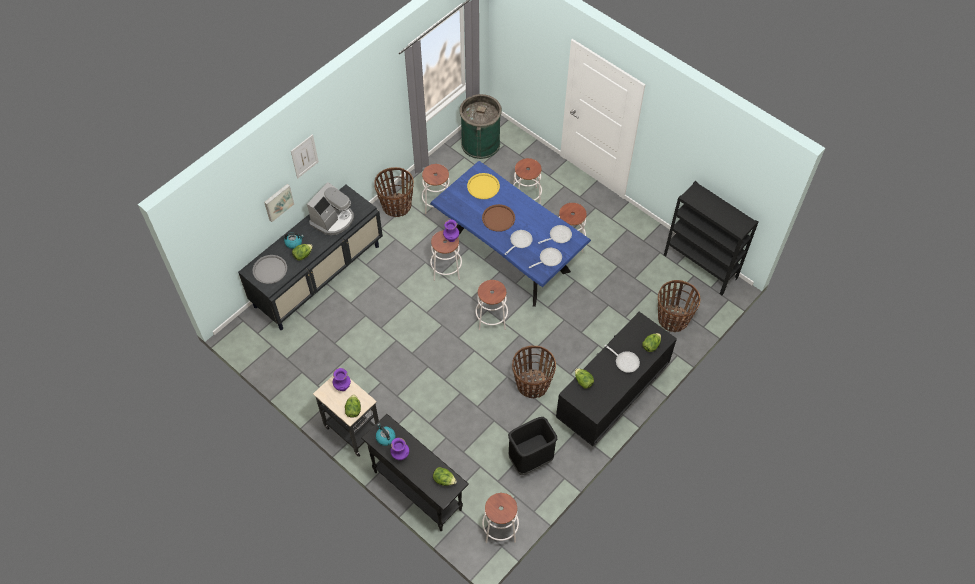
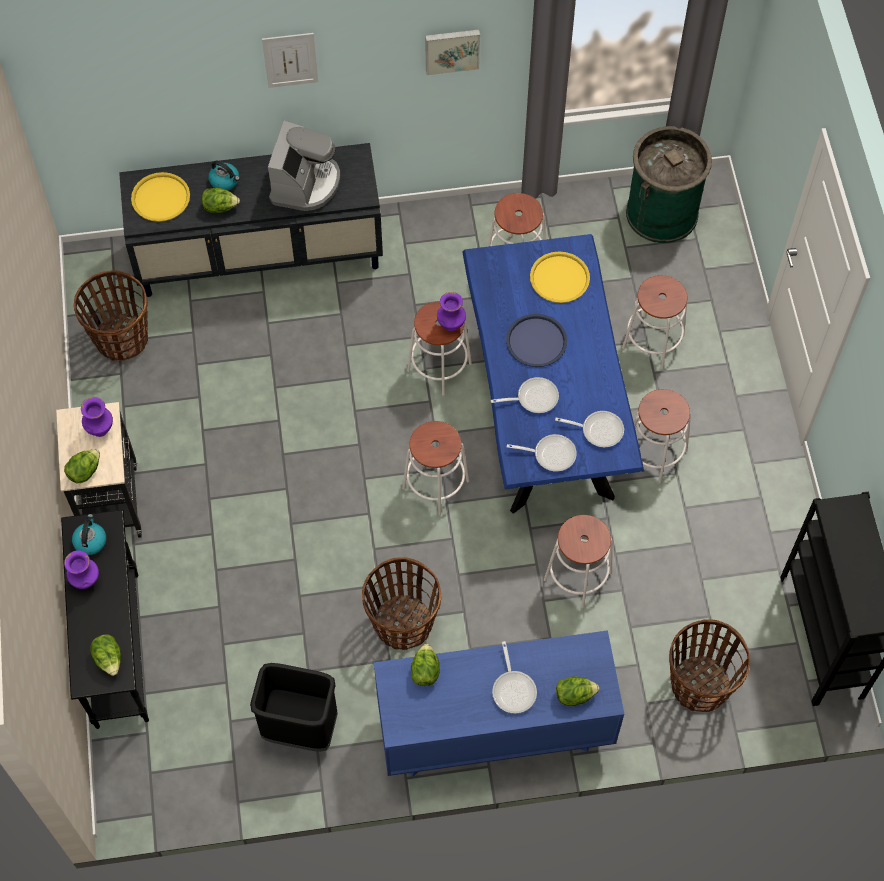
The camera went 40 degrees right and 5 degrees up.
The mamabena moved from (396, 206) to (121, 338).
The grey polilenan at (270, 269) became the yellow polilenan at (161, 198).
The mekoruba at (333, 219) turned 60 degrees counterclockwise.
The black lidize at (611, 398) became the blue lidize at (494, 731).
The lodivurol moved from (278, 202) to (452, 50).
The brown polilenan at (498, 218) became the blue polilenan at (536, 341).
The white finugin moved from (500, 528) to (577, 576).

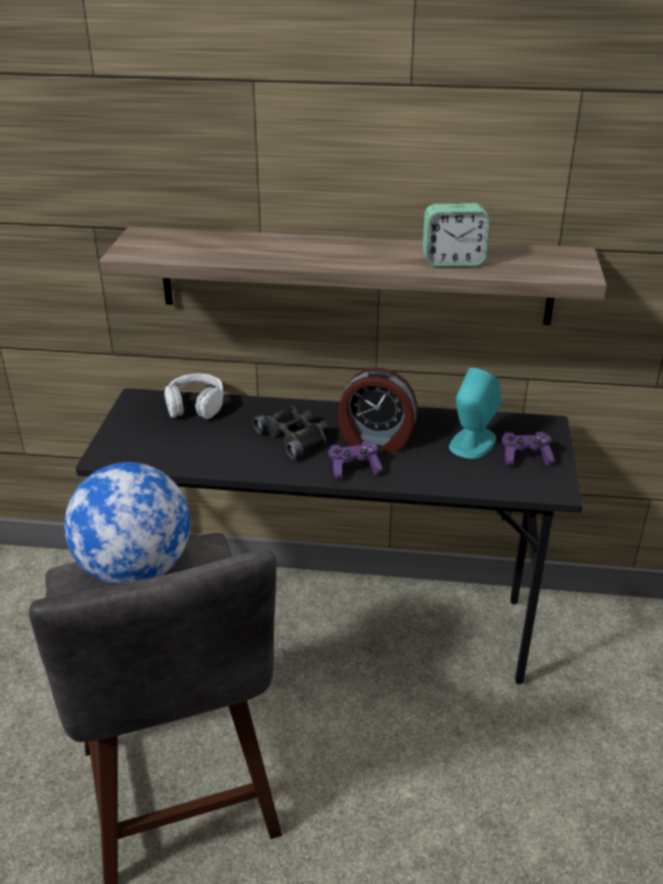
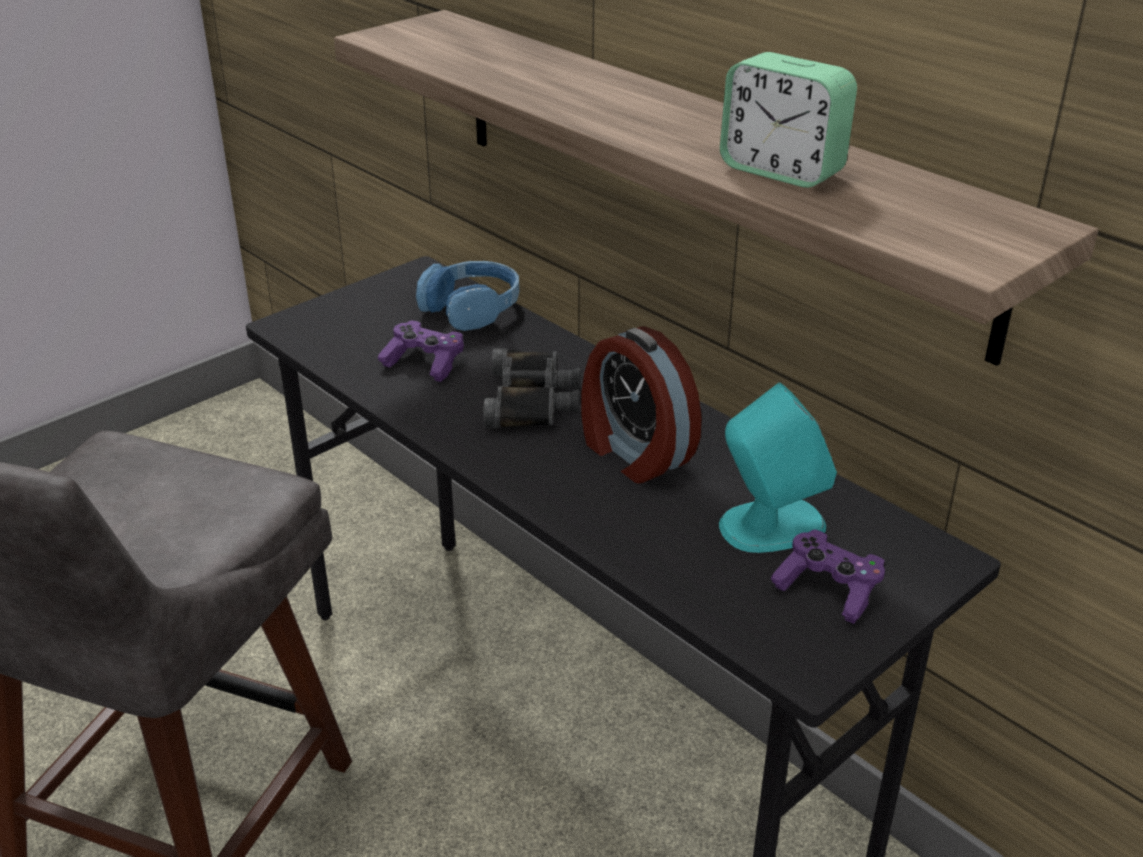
The camera went 40 degrees right and 0 degrees up.
The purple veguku moved from (354, 468) to (424, 363).
The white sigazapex at (195, 405) became the blue sigazapex at (472, 308).
The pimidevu at (135, 570) disappeared.

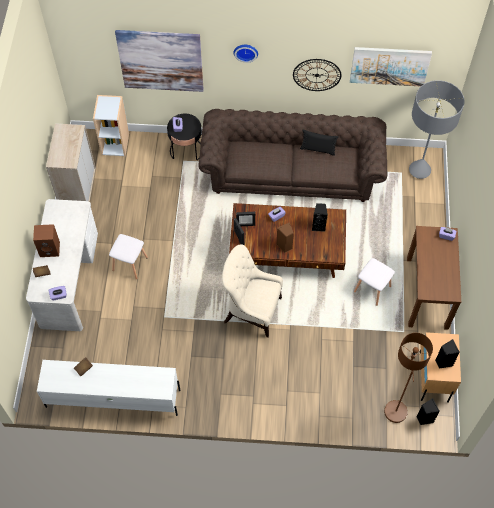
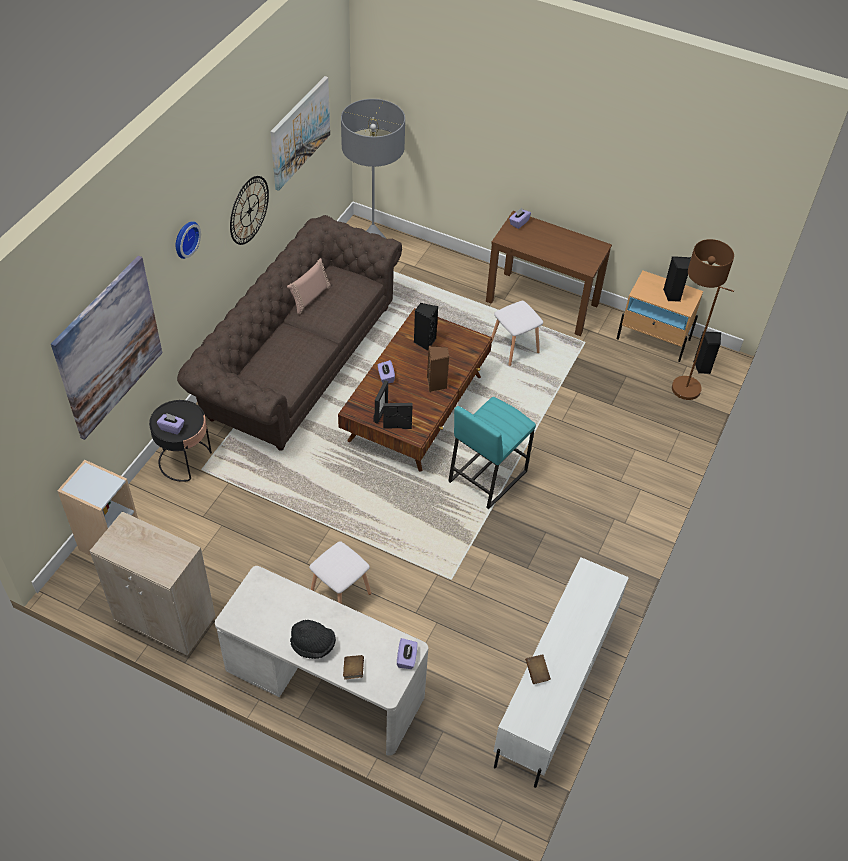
The camera went 70 degrees left and 10 degrees down.
The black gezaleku at (318, 149) became the beige gezaleku at (310, 297).
The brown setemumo at (50, 249) was replaced by the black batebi at (313, 645).
The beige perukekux at (251, 310) was replaced by the turquoise finugin at (487, 476).

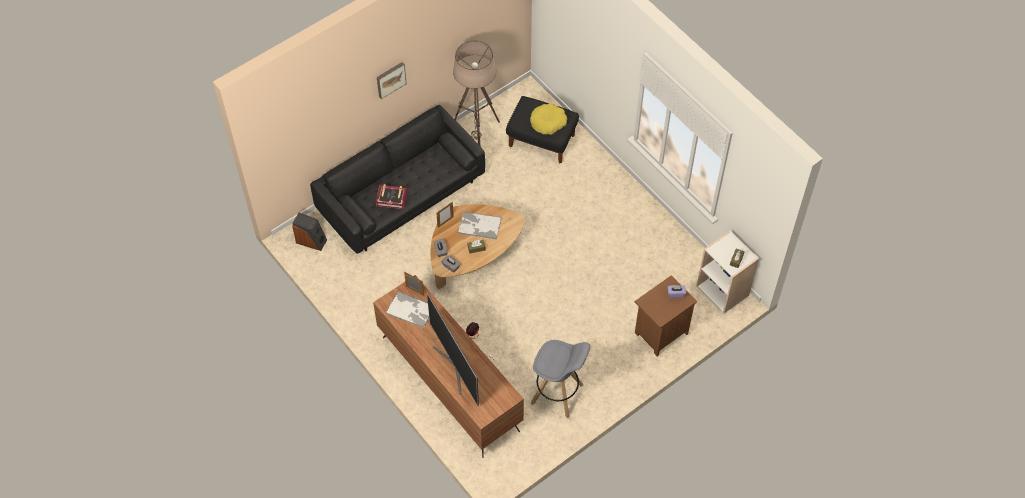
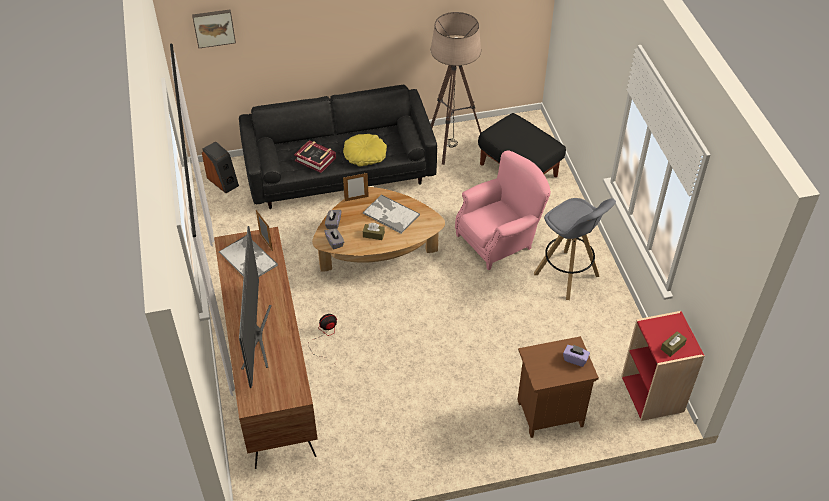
The camera went 25 degrees right and 10 degrees down.
The lodivurol moved from (390, 79) to (214, 27).
The yellow gezaleku moved from (547, 122) to (365, 154).
The pink perukekux at (499, 239) appeared.
The grey finugin moved from (558, 395) to (567, 276).
The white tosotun at (723, 290) became the red tosotun at (653, 394).

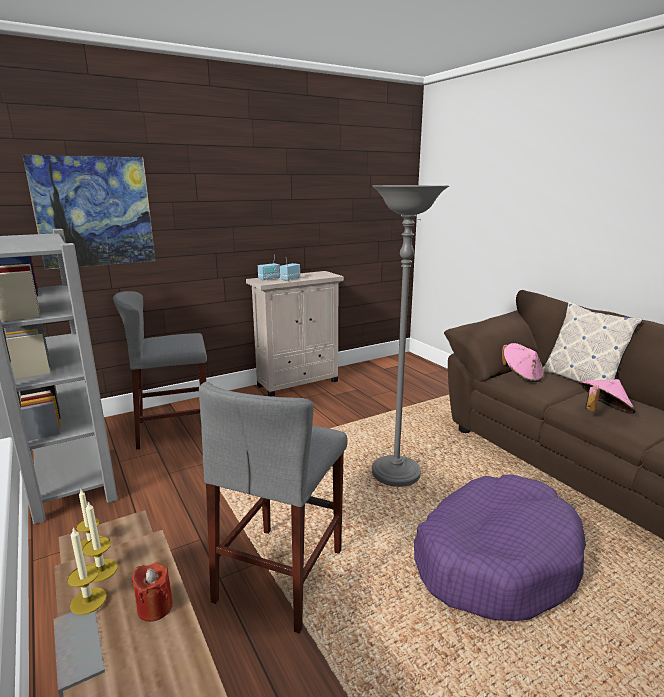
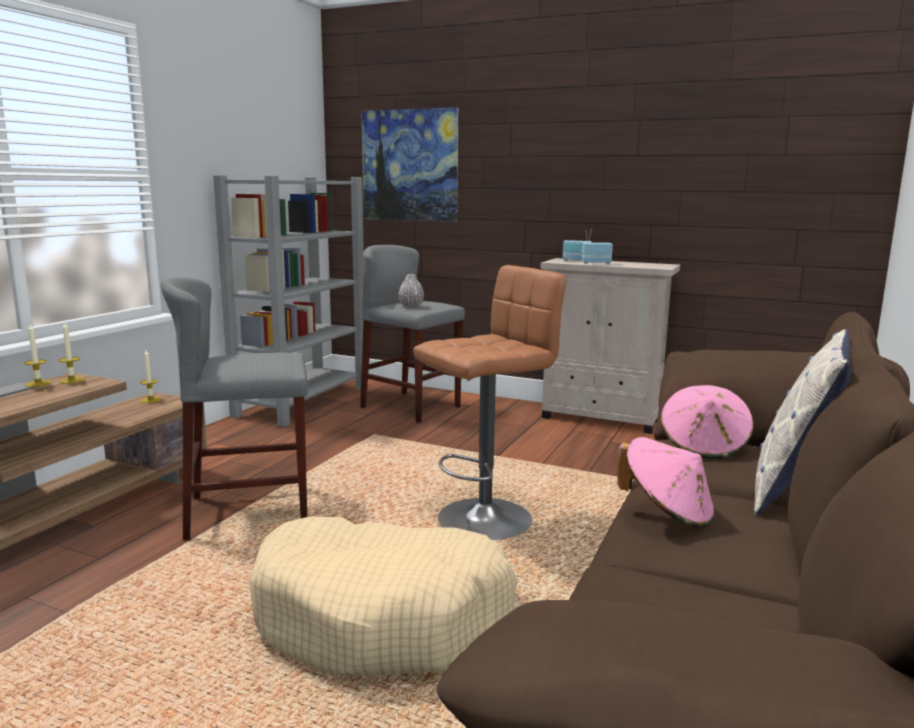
The camera went 55 degrees right and 5 degrees down.
The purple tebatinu at (495, 559) became the beige tebatinu at (383, 617).
The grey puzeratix at (411, 306) appeared.
The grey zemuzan at (396, 473) was replaced by the brown finugin at (486, 519).
The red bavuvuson at (155, 607) disappeared.

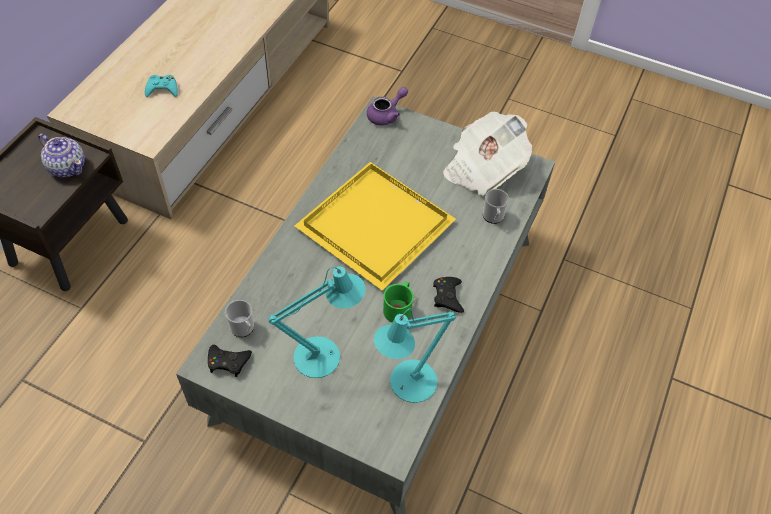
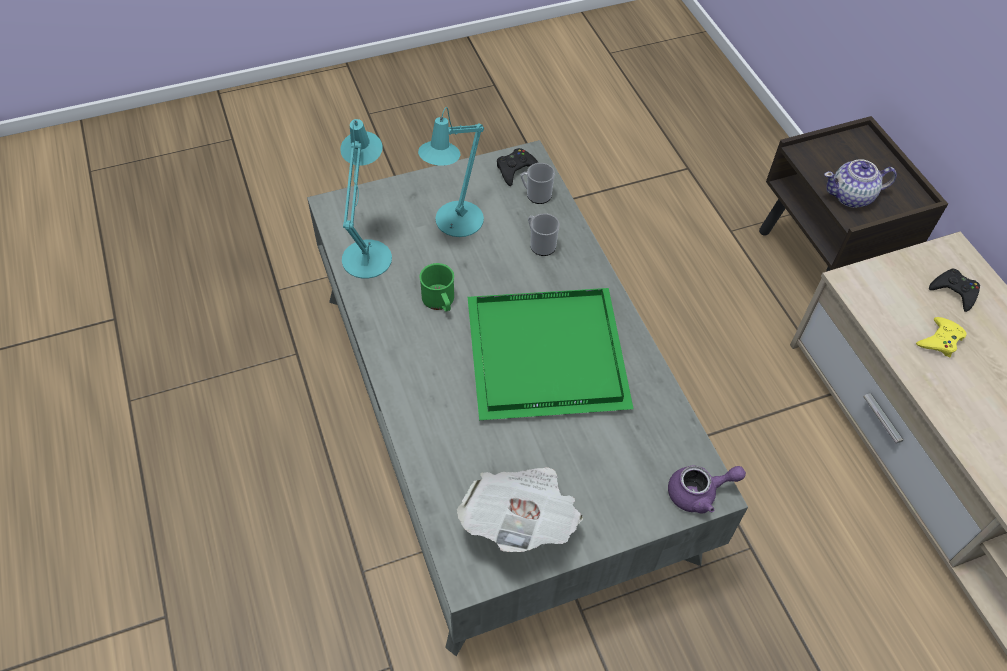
The camera went 135 degrees right and 0 degrees up.
The yellow polilenan at (378, 225) became the green polilenan at (544, 357).
The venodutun moved from (493, 217) to (540, 244).
The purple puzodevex at (386, 115) turned 105 degrees counterclockwise.
The turquoise veguku at (162, 89) became the yellow veguku at (940, 340).
The black veguku moved from (447, 296) to (954, 292).

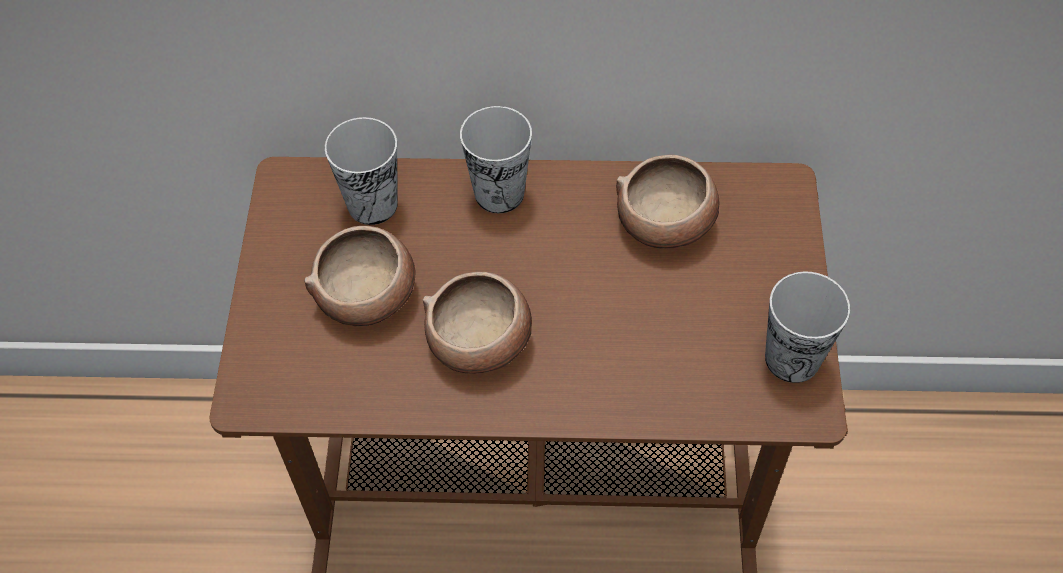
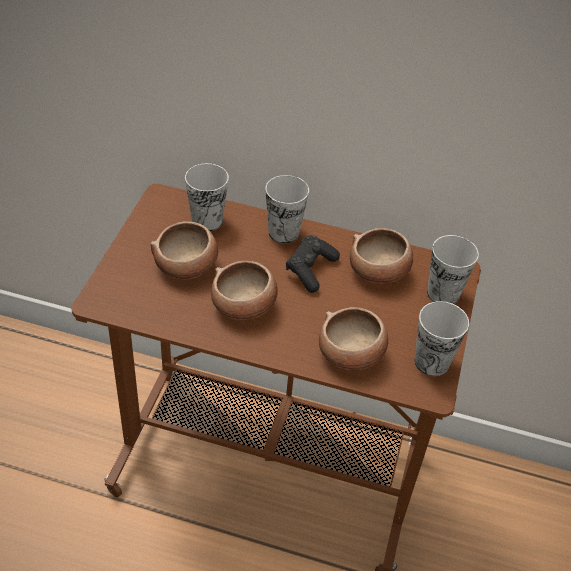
The camera went 10 degrees right and 10 degrees down.
The black veguku at (310, 270) appeared.
The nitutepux at (351, 354) appeared.
The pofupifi at (443, 294) appeared.

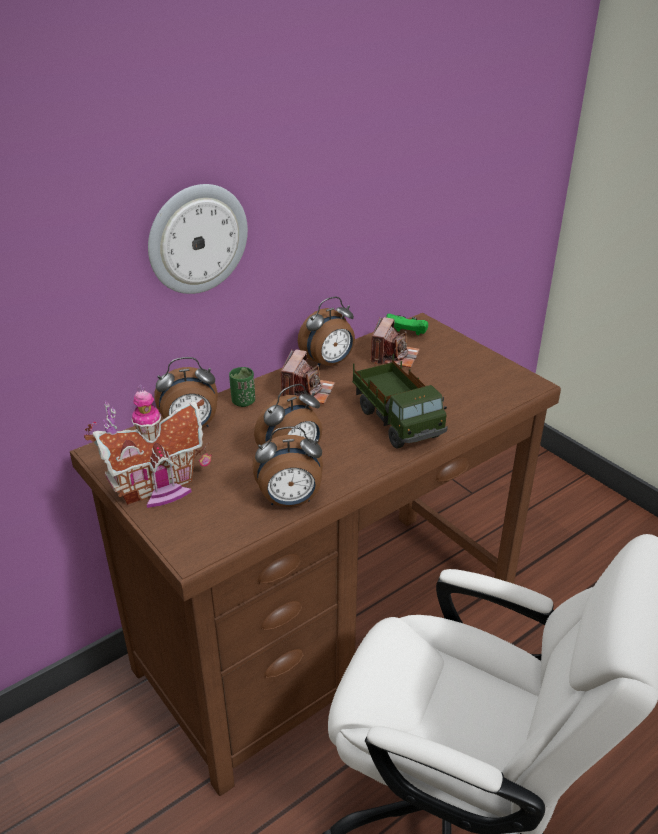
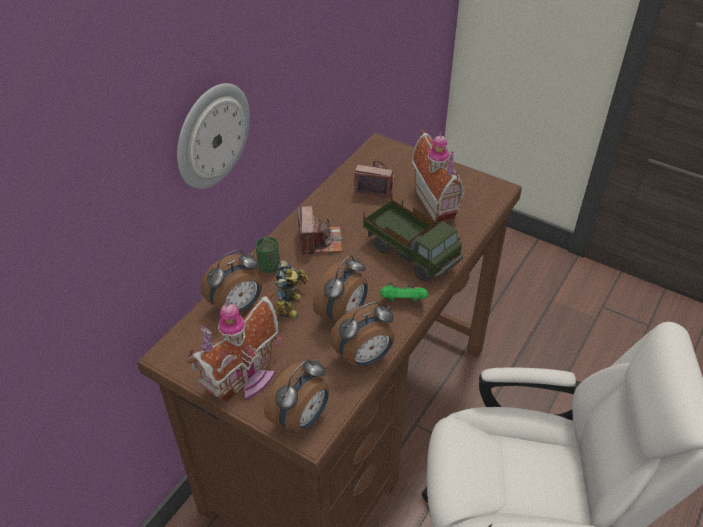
The camera went 20 degrees left and 10 degrees up.
The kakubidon moved from (328, 363) to (301, 418).
The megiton at (292, 305) appeared.
The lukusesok at (394, 356) turned 75 degrees counterclockwise.
The green veguku moved from (407, 334) to (403, 301).
The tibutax at (439, 203) appeared.

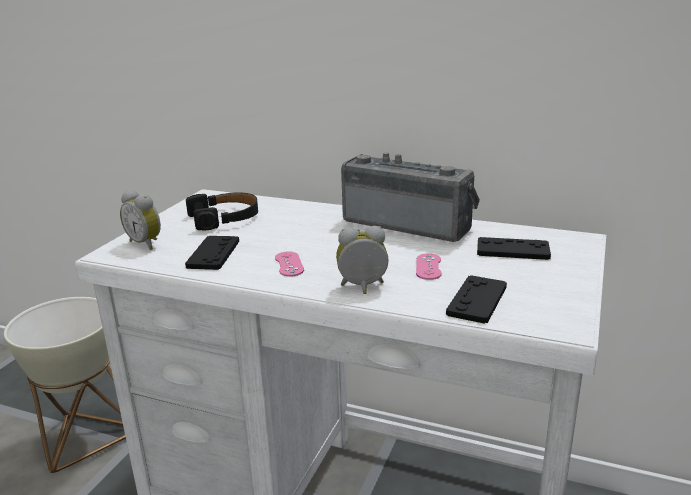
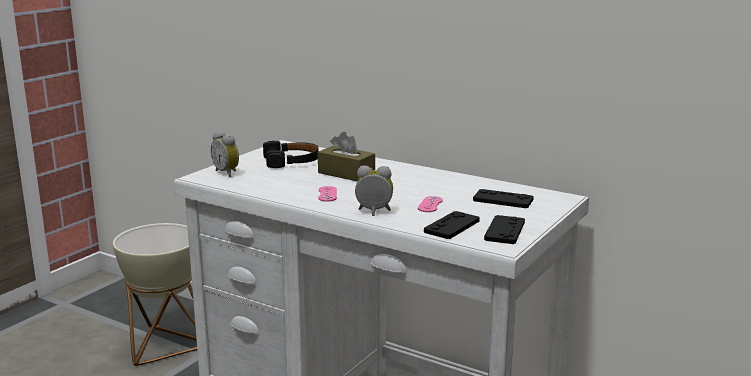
The camera went 10 degrees right and 5 degrees down.
The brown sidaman at (346, 174) appeared.
The black veguku moved from (213, 254) to (504, 231).
The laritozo at (409, 223) disappeared.

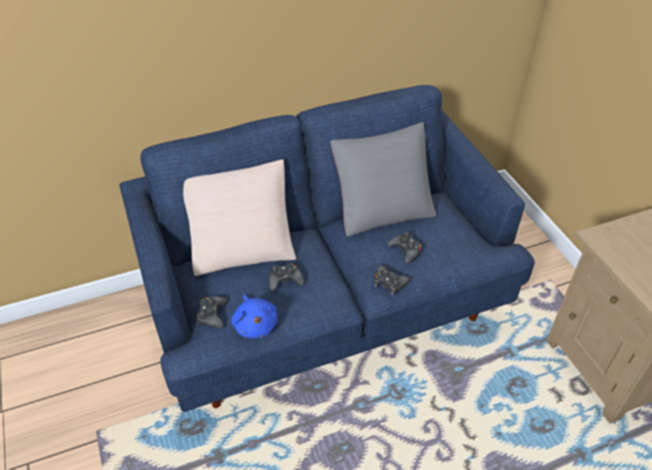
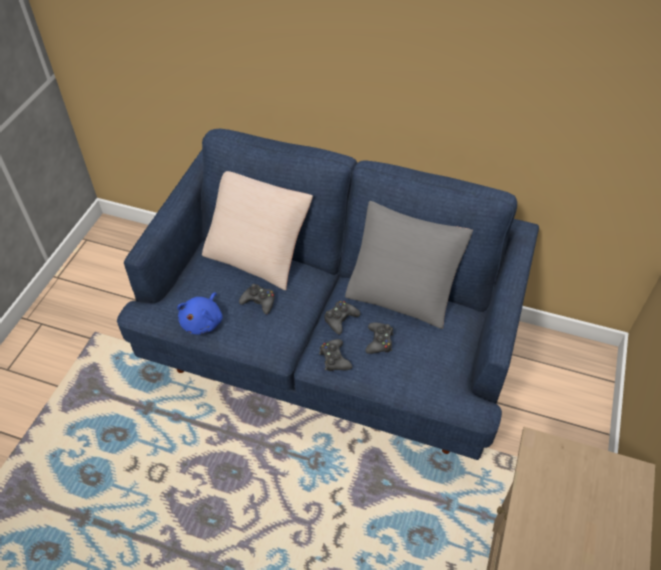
The camera went 40 degrees right and 5 degrees up.
The black veguku moved from (212, 315) to (340, 319).

